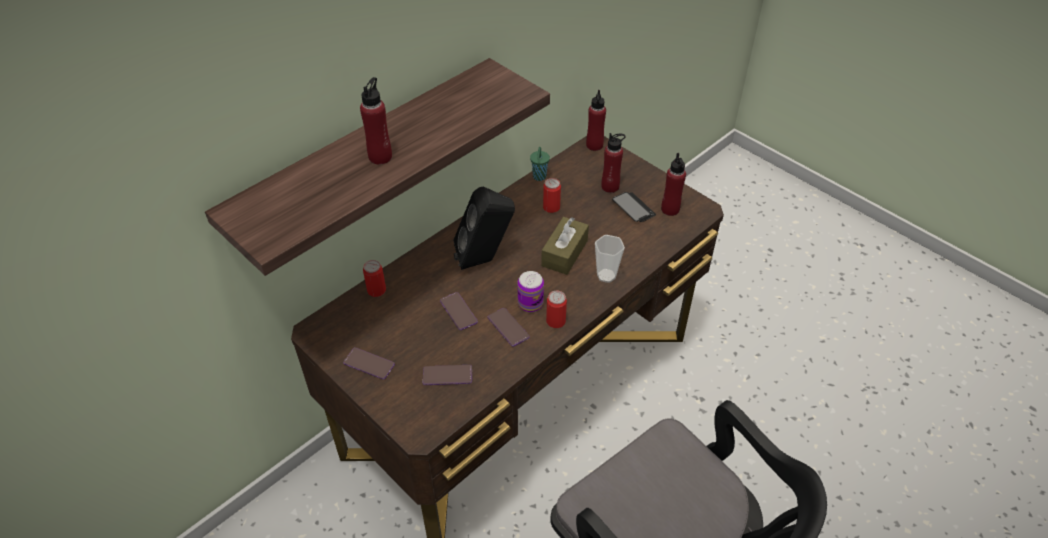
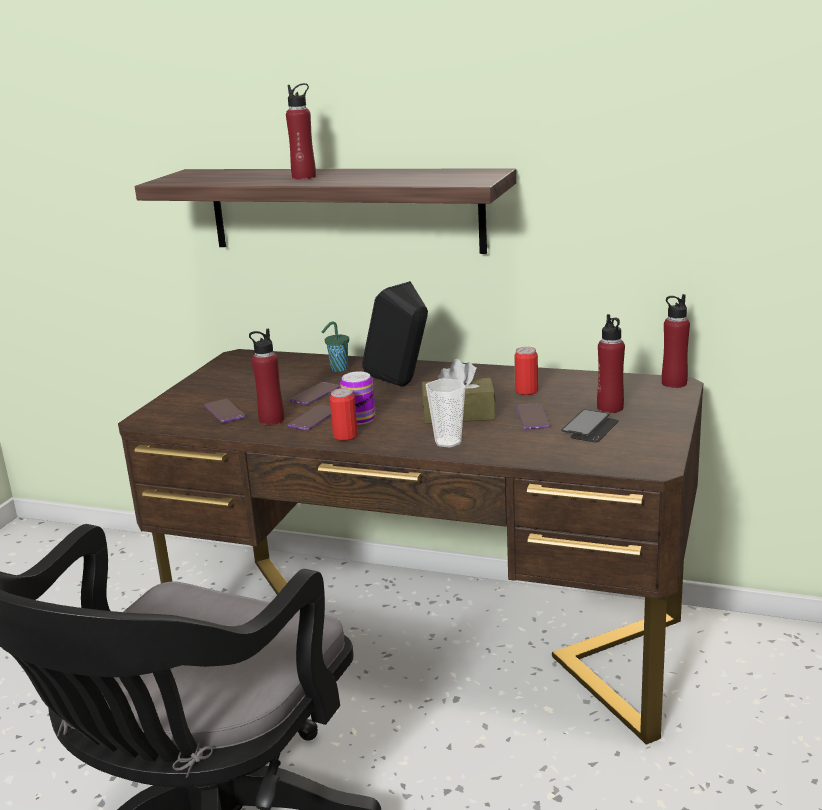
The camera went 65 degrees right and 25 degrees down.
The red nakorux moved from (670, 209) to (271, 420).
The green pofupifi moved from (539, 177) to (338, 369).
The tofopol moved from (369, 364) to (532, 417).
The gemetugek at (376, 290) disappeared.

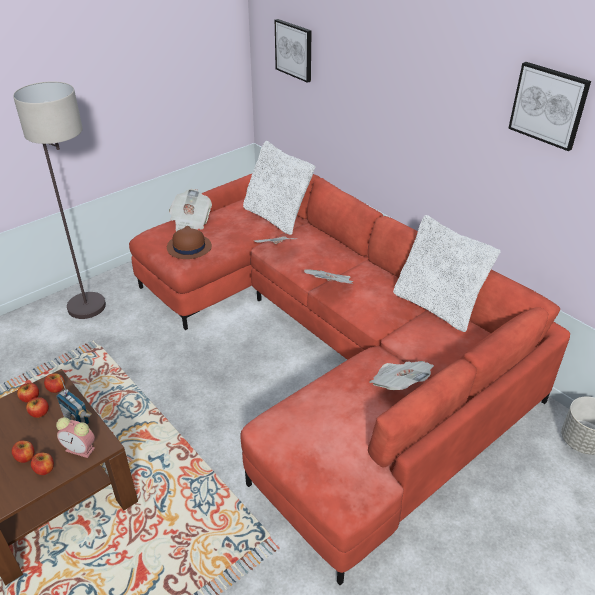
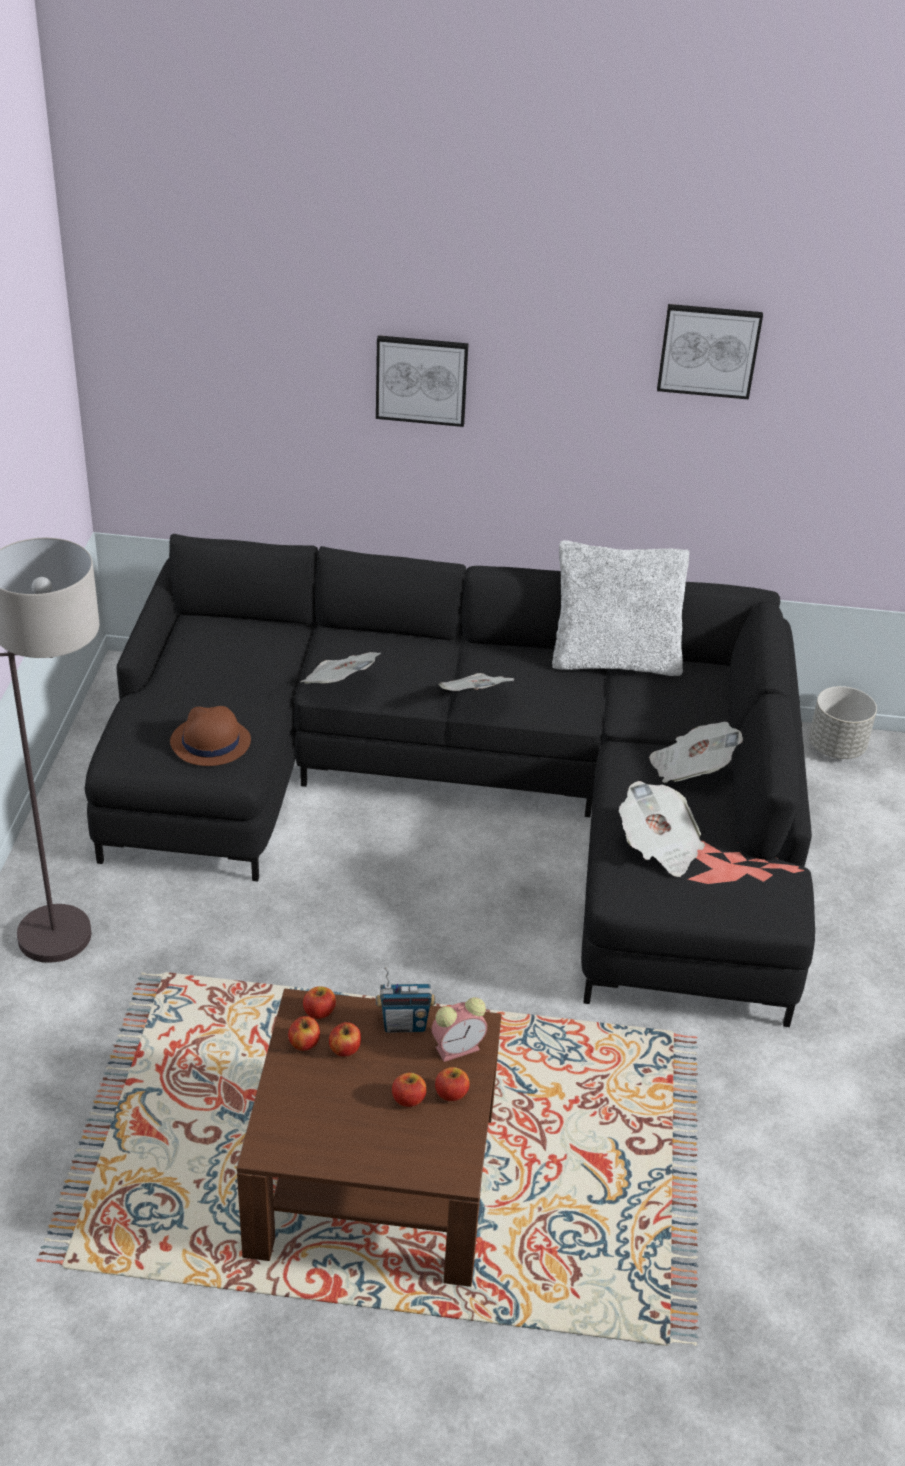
The camera went 45 degrees left and 0 degrees up.
The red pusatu at (329, 348) became the black pusatu at (475, 795).
The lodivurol moved from (294, 50) to (421, 379).
The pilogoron moved from (190, 222) to (659, 846).
The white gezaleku at (277, 215) disappeared.

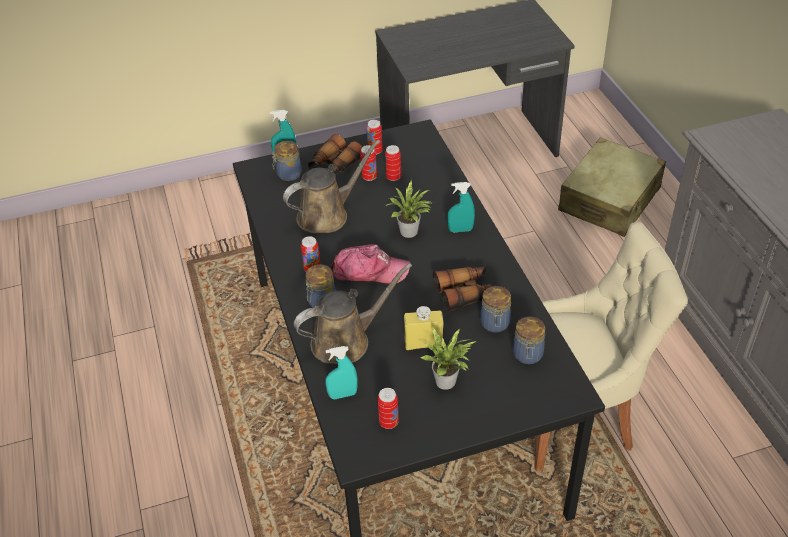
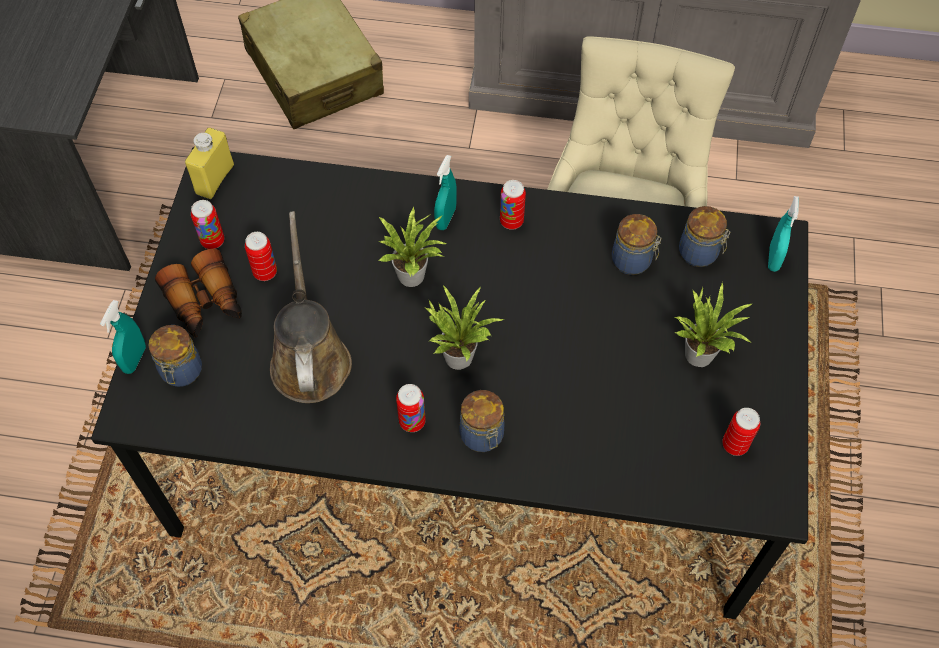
The camera went 65 degrees left and 15 degrees up.
The yellow nakorux moved from (423, 344) to (215, 179).
The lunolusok at (369, 271) was replaced by the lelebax at (458, 354).
The gemetugek moved from (393, 177) to (511, 221).
The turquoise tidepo moved from (343, 394) to (773, 258).
The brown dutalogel at (346, 341) disappeared.
The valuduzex at (466, 292) disappeared.

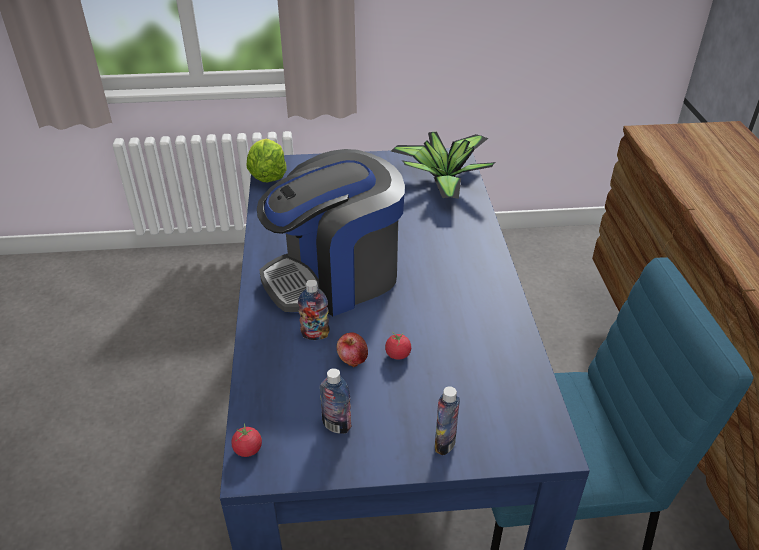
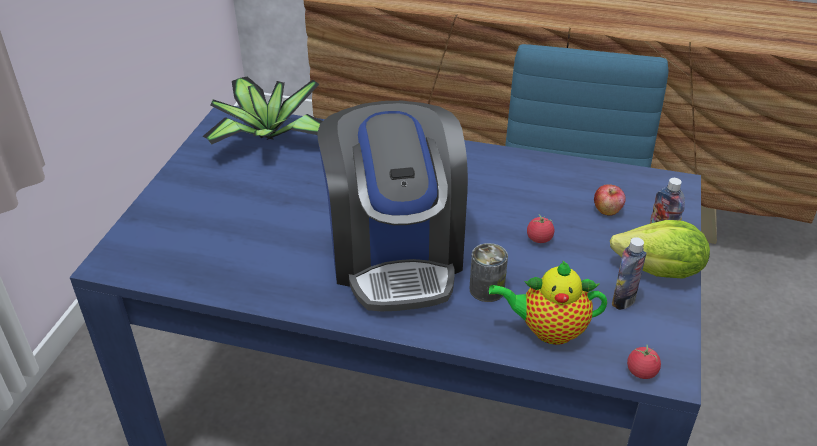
The camera went 70 degrees left and 0 degrees up.
The nakorux at (315, 334) was replaced by the gemetugek at (486, 289).
The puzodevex at (548, 330) appeared.
The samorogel moved from (352, 359) to (607, 210).
The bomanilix moved from (267, 176) to (659, 271).

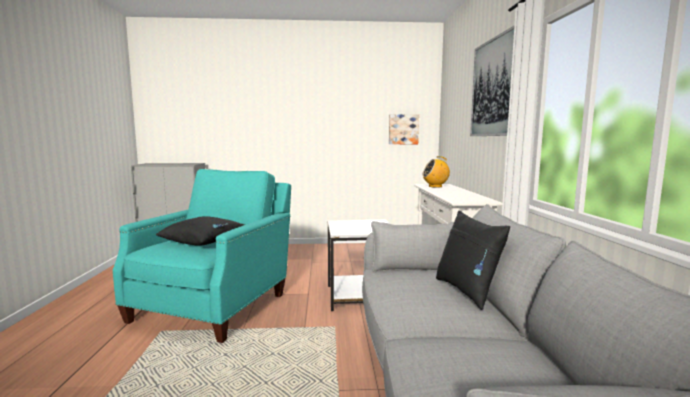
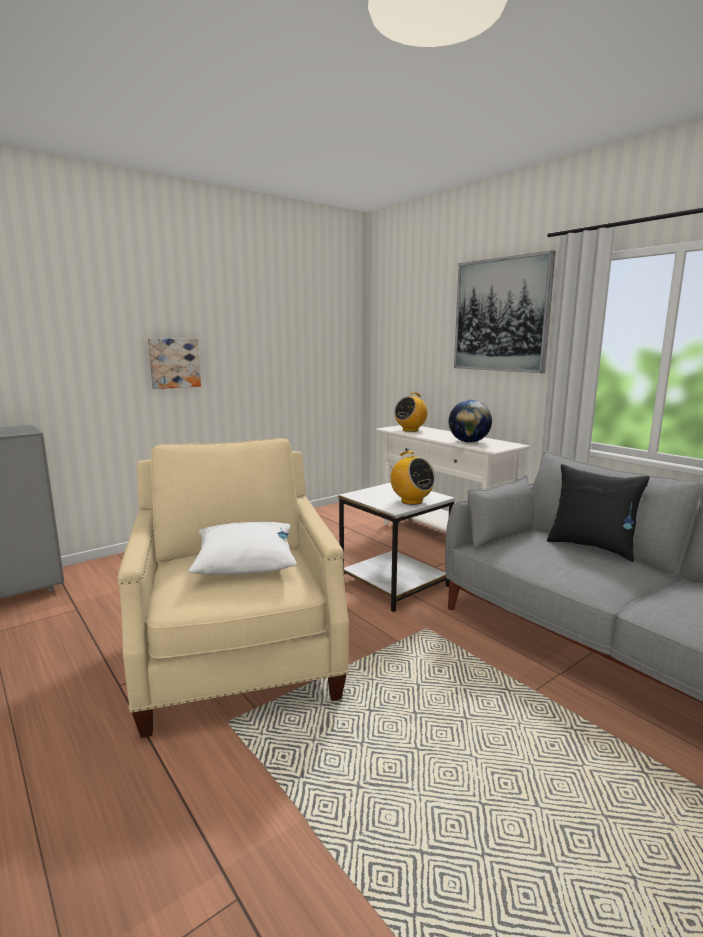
The camera went 35 degrees left and 5 degrees up.
The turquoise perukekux at (215, 304) became the beige perukekux at (239, 655).
The lodivurol moved from (403, 129) to (174, 363).
The black gezaleku at (203, 242) became the white gezaleku at (245, 564).
The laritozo at (411, 501) appeared.
The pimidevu at (469, 442) appeared.

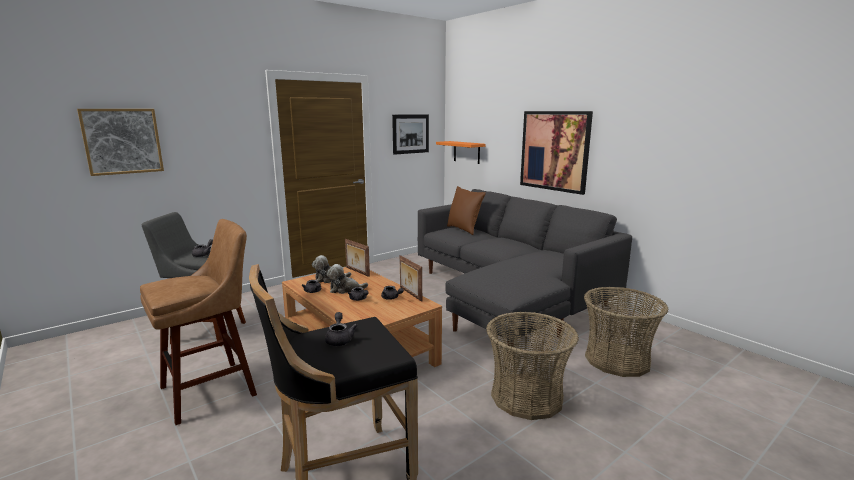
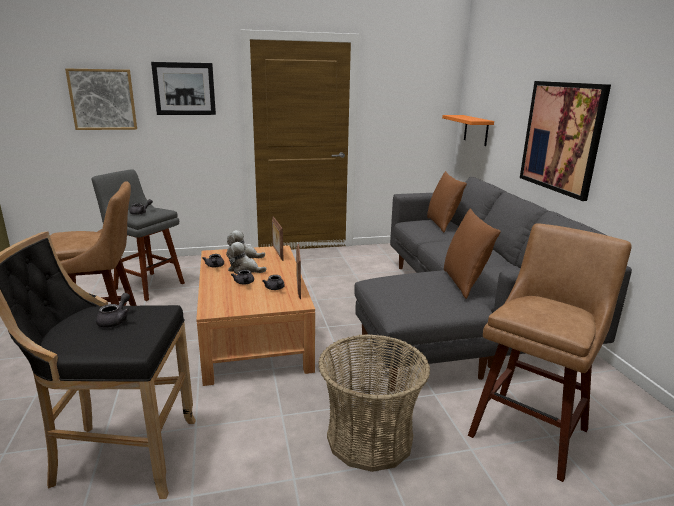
The camera went 25 degrees right and 5 degrees up.
The lodivurol moved from (410, 134) to (184, 89).
The brown gezaleku at (464, 283) appeared.
The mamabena at (617, 359) was replaced by the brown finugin at (530, 430).

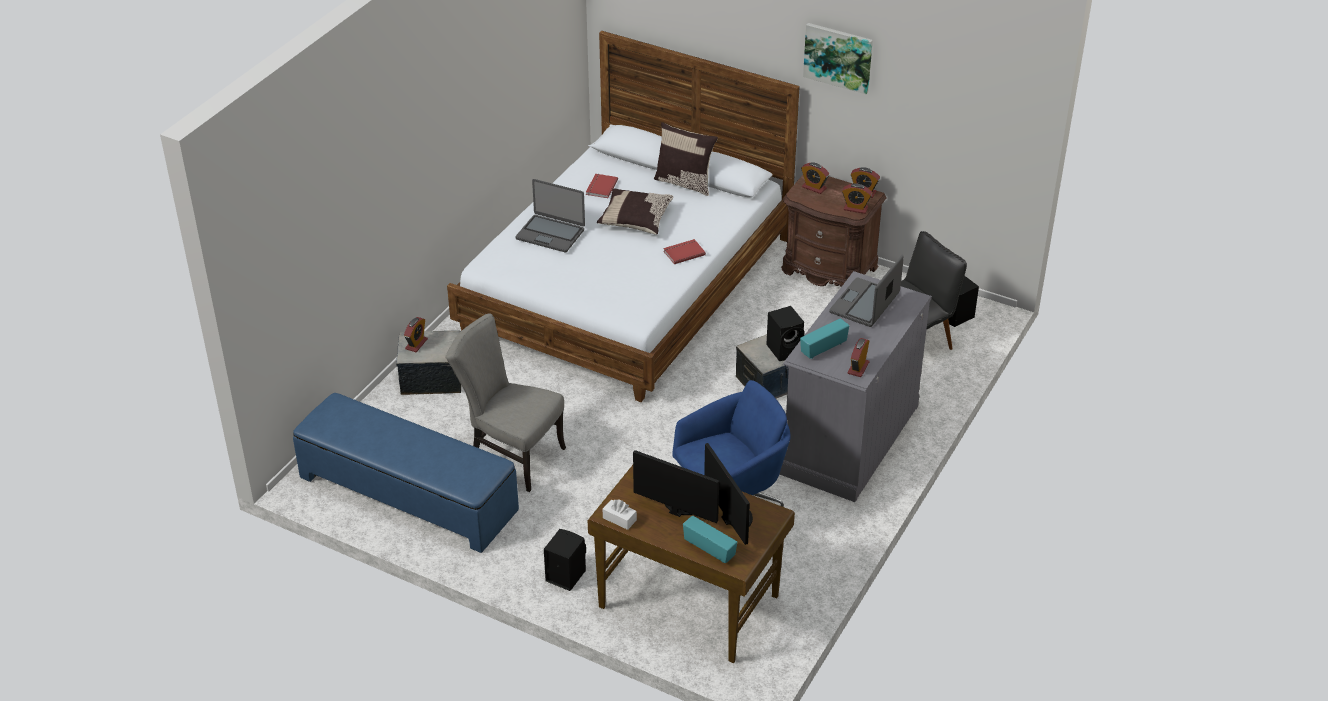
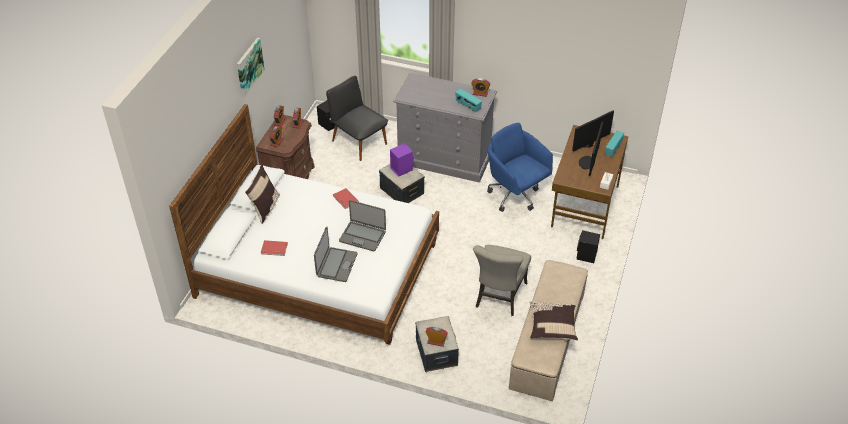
The camera went 100 degrees left and 5 degrees up.
The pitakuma moved from (865, 304) to (362, 236).
The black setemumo at (785, 349) became the purple setemumo at (401, 168).
The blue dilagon at (407, 493) became the beige dilagon at (548, 340).
The gezaleku moved from (635, 219) to (552, 326).

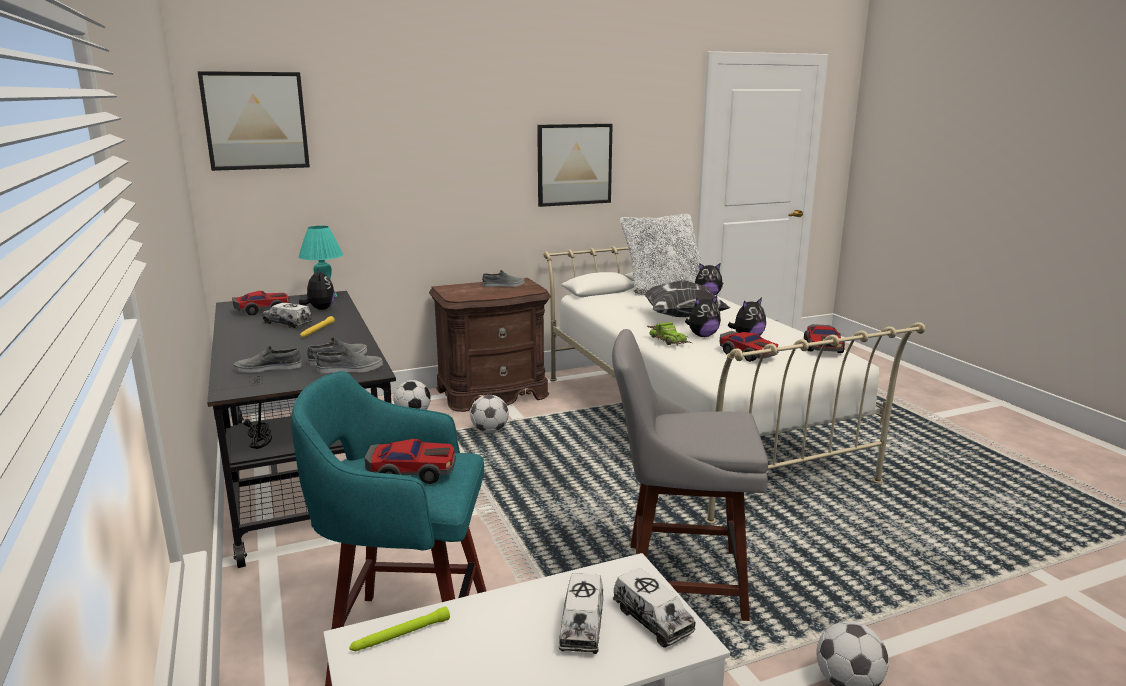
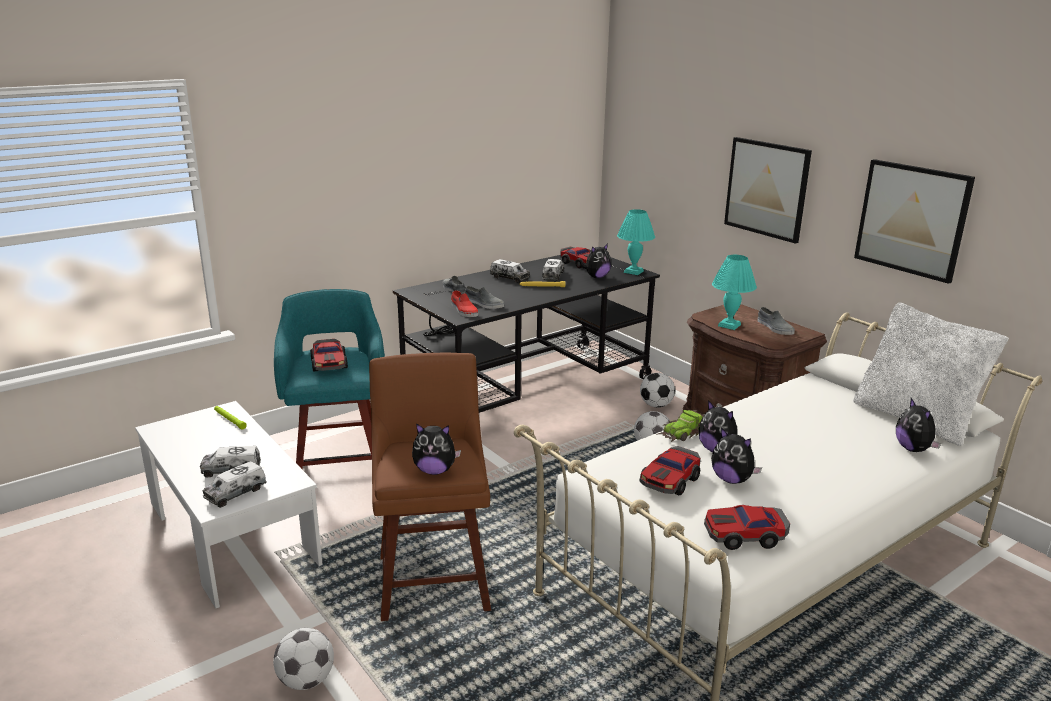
The camera went 75 degrees right and 5 degrees up.
The grey finugin at (677, 580) became the brown finugin at (433, 578).
The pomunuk at (435, 470) appeared.
The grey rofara at (350, 369) became the red rofara at (464, 310).
The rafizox at (509, 278) appeared.
The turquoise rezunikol at (730, 325) appeared.
The lodivurol moved from (255, 121) to (767, 188).
The gezaleku at (678, 316) disappeared.

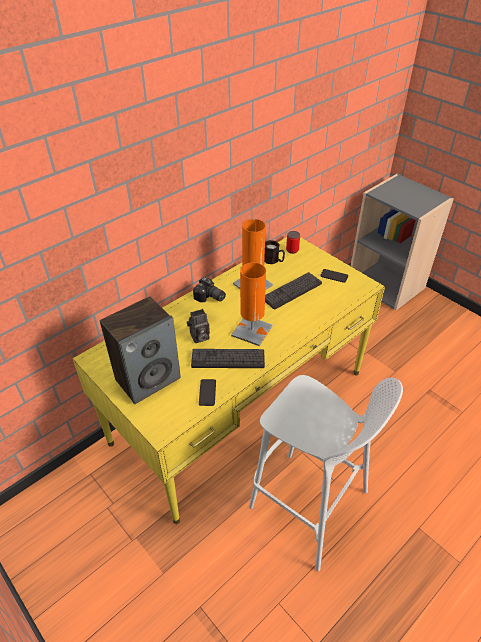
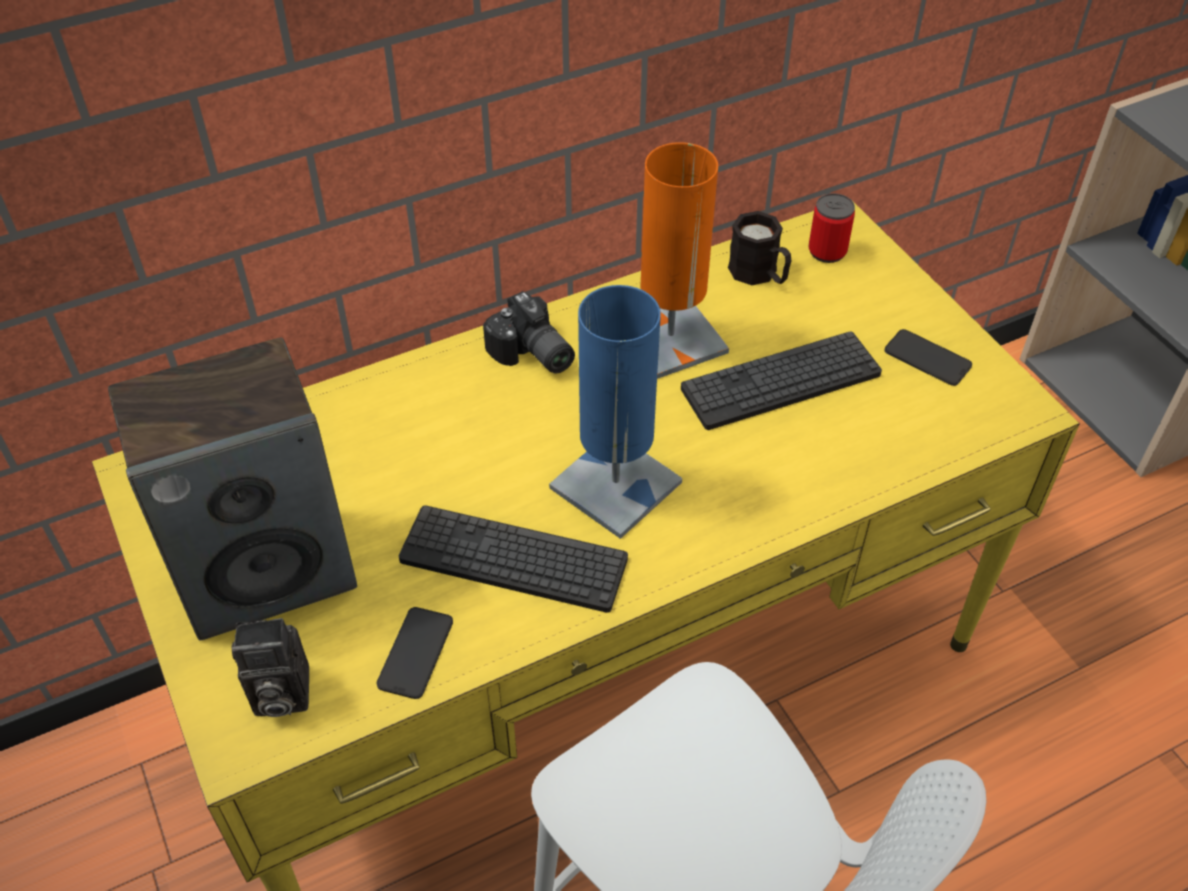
The camera went 15 degrees right and 5 degrees up.
The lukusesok moved from (199, 337) to (278, 695).
The orange rezunikol at (252, 331) became the blue rezunikol at (615, 485).

